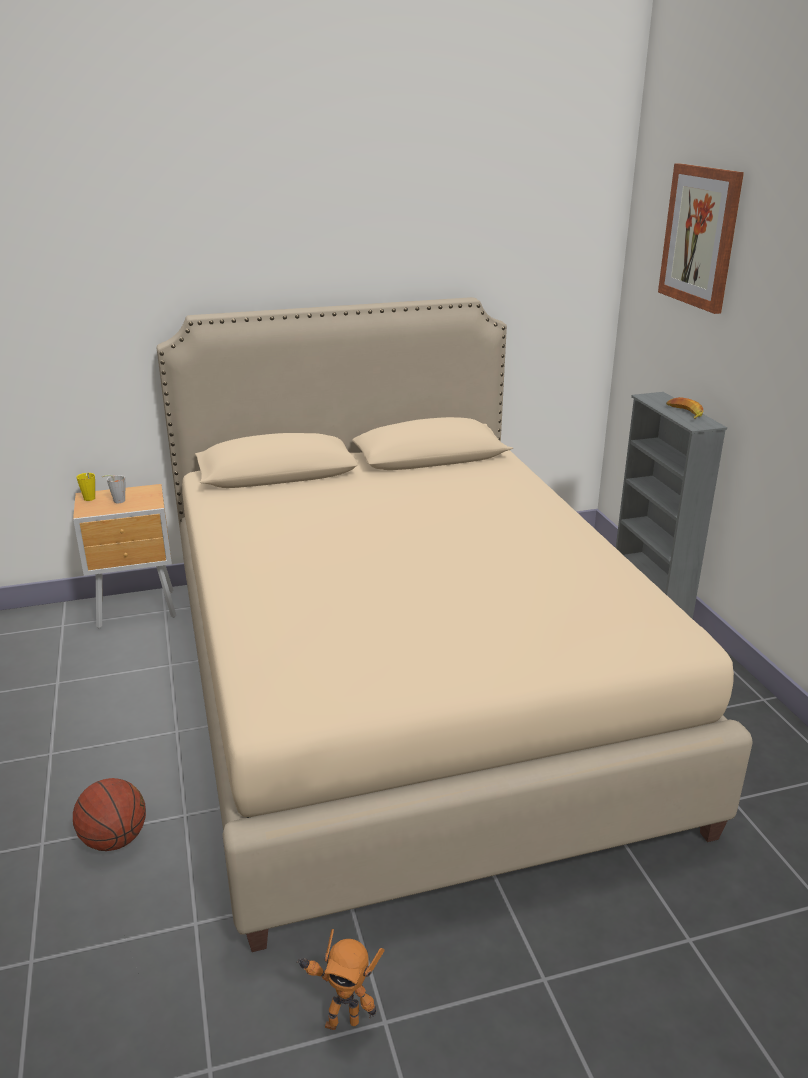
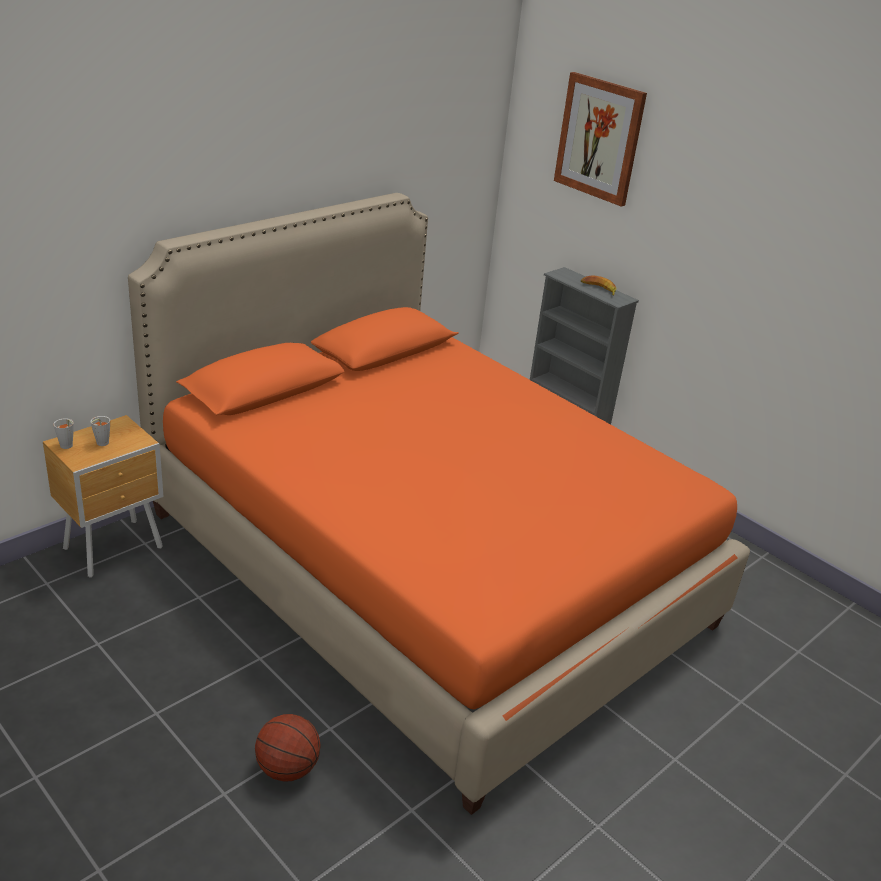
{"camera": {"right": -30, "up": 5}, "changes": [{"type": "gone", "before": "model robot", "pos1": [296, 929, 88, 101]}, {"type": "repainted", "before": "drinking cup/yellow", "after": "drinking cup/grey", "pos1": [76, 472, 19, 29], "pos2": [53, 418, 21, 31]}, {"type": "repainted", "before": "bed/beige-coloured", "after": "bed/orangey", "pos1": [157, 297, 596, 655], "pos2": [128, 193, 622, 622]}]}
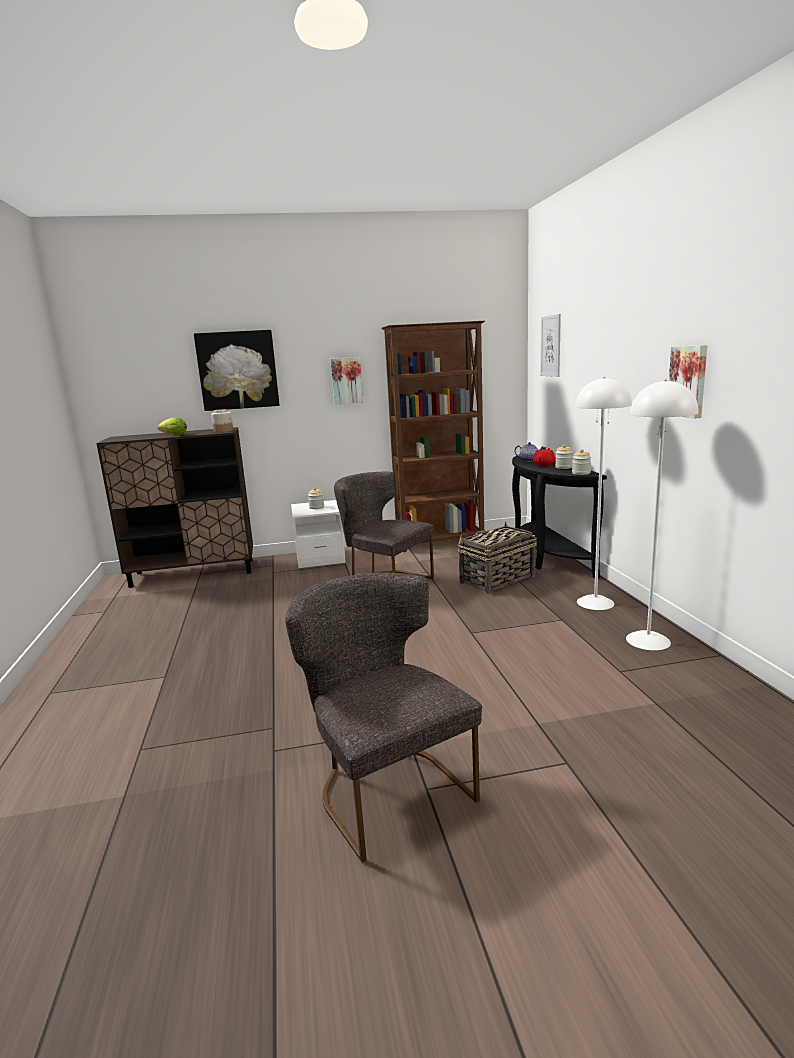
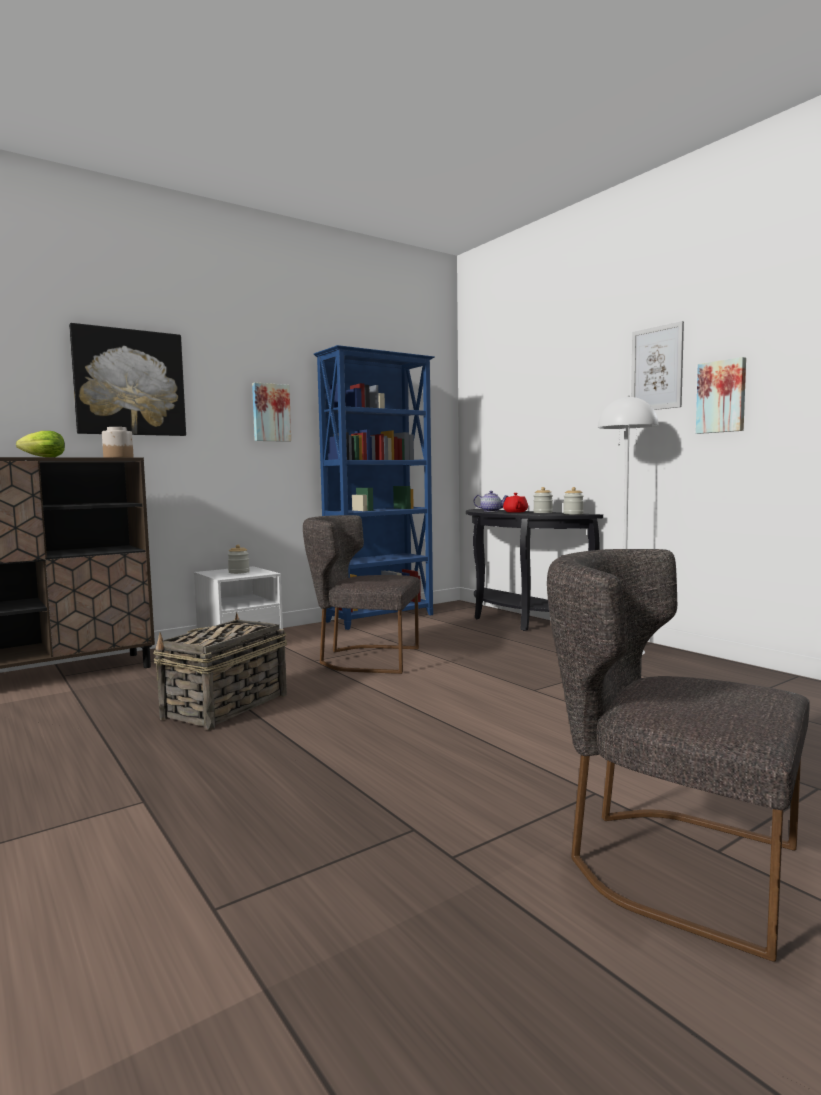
{"camera": {"right": -25, "up": -10}, "changes": [{"type": "gone", "before": "floor lamp/whitish", "pos1": [626, 379, 73, 271]}, {"type": "shifted", "before": "storage basket", "pos1": [457, 521, 80, 73], "pos2": [153, 612, 134, 118]}, {"type": "shifted", "before": "picture", "pos1": [540, 314, 21, 63], "pos2": [631, 321, 53, 89]}, {"type": "repainted", "before": "bookshelf/brownish", "after": "bookshelf/blue-coloured", "pos1": [381, 321, 104, 231], "pos2": [314, 345, 120, 285]}]}
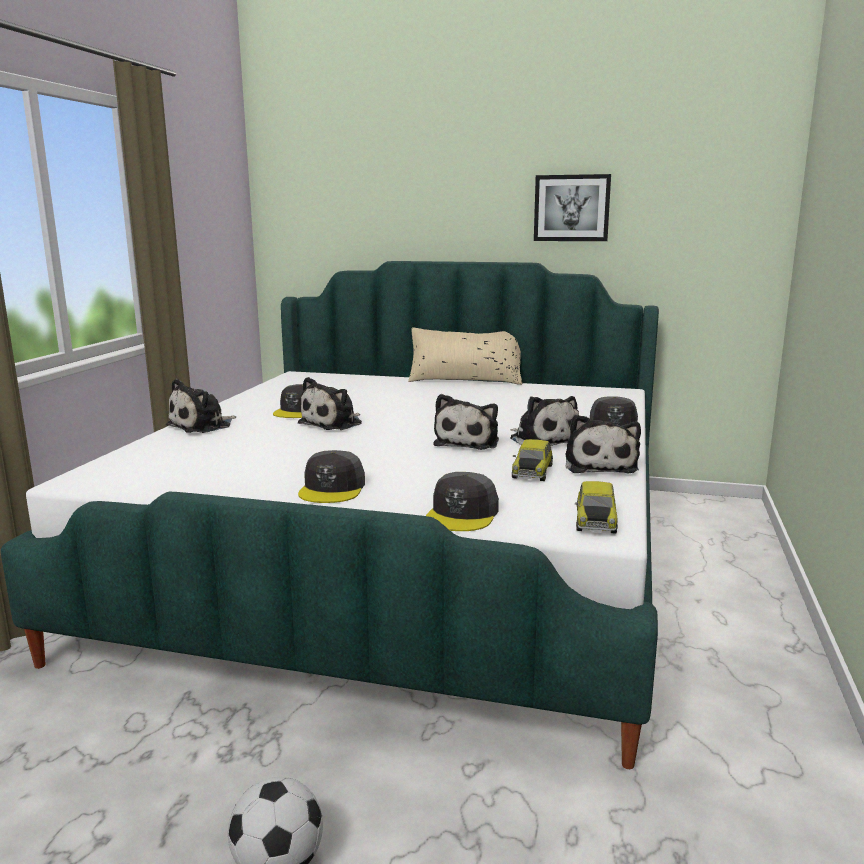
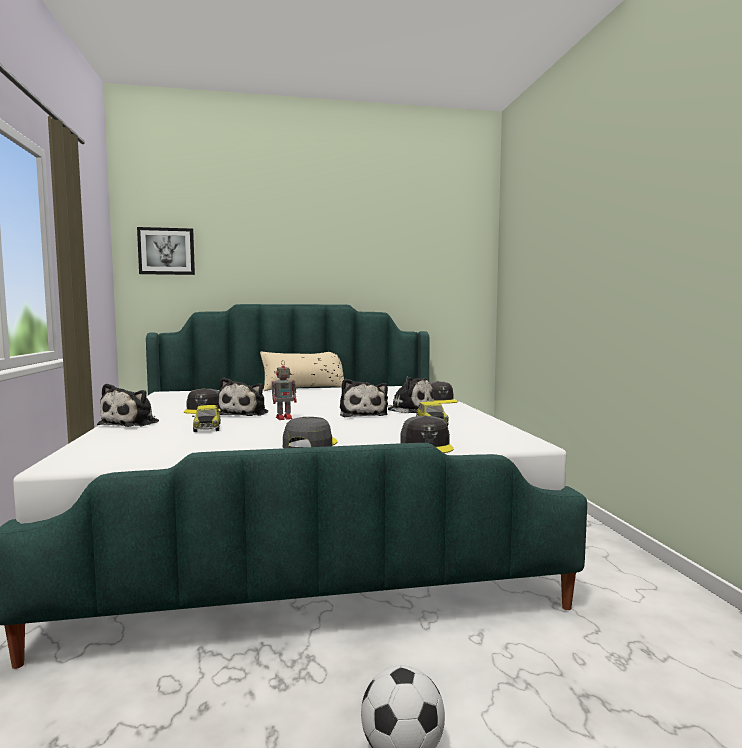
{"camera": {"right": -25, "up": -10}, "changes": [{"type": "gone", "before": "cuddly toy", "pos1": [565, 414, 76, 59]}, {"type": "new", "after": "model robot", "pos2": [272, 360, 24, 60]}, {"type": "shifted", "before": "picture", "pos1": [534, 174, 77, 67], "pos2": [137, 227, 58, 48]}, {"type": "shifted", "before": "toy car", "pos1": [575, 481, 43, 53], "pos2": [192, 405, 29, 27]}, {"type": "rotated", "before": "baseball cap/grey", "pos1": [298, 450, 67, 53], "pos2": [283, 417, 54, 31], "turn": -150}]}
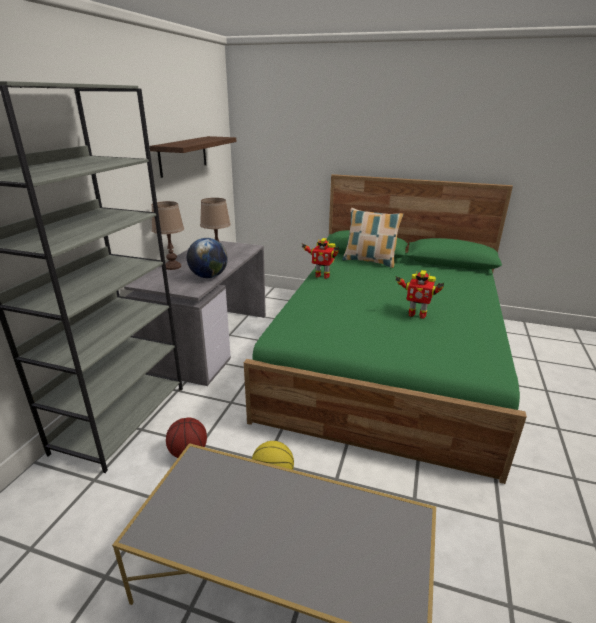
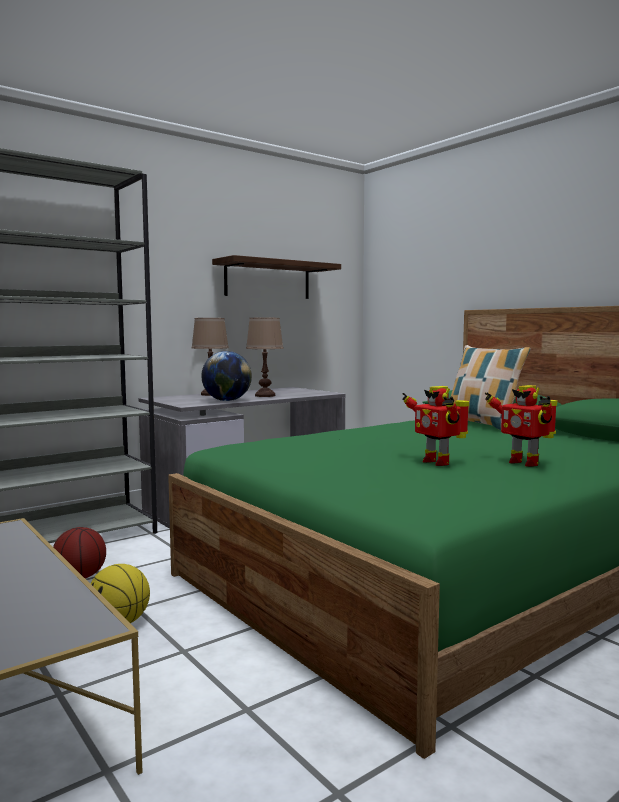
{"camera": {"right": 35, "up": -20}, "changes": [{"type": "shifted", "before": "model robot", "pos1": [302, 238, 37, 41], "pos2": [484, 385, 74, 82]}]}
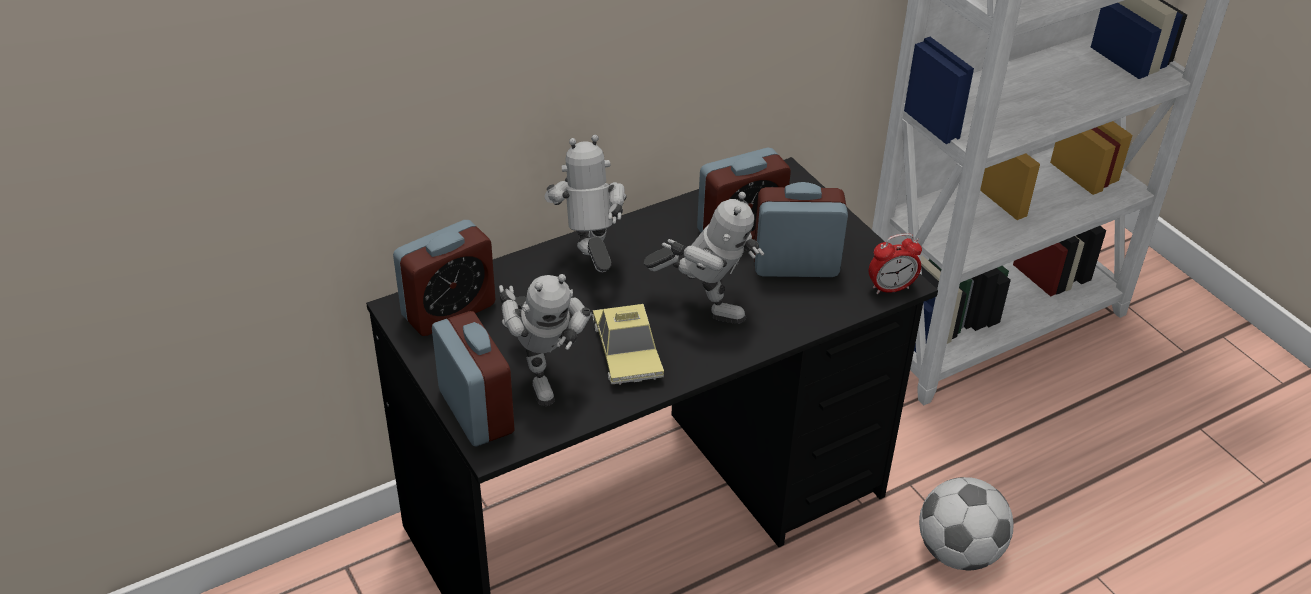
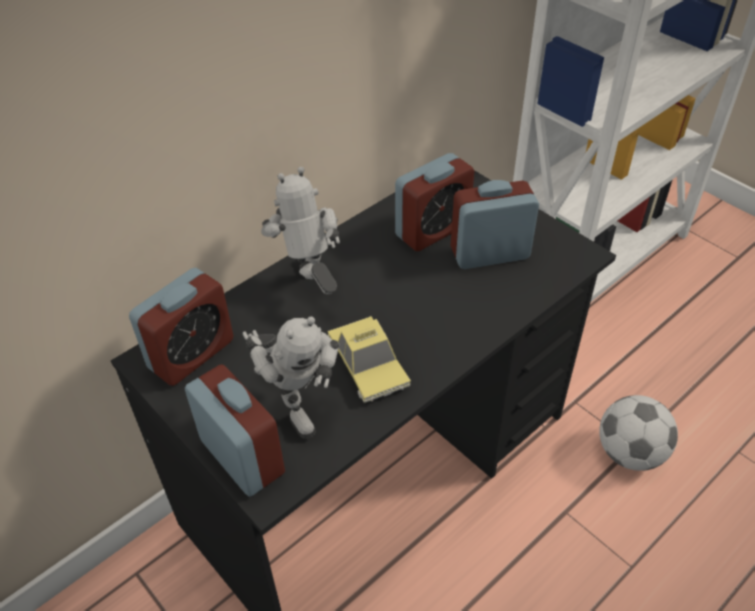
{"camera": {"right": -10, "up": 5}, "changes": [{"type": "gone", "before": "model robot", "pos1": [644, 192, 120, 132]}, {"type": "gone", "before": "alarm clock", "pos1": [869, 233, 53, 61]}]}
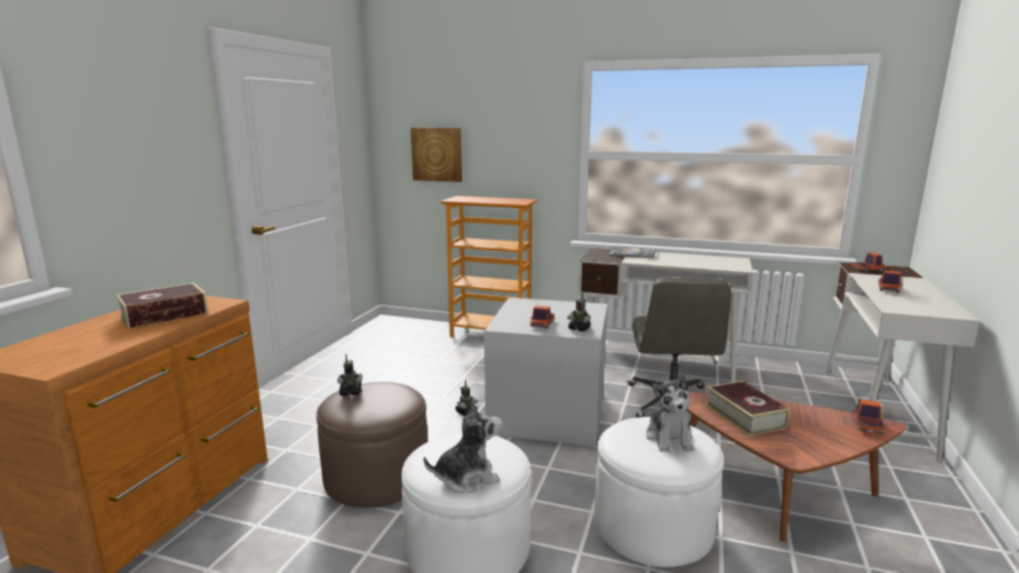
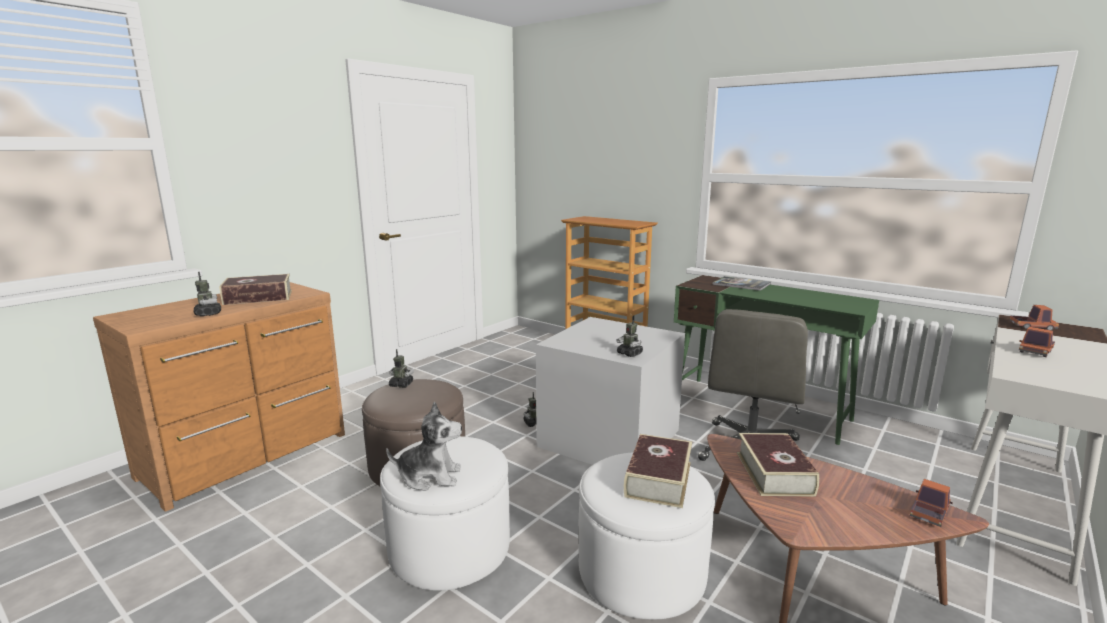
{"camera": {"right": 20, "up": 0}, "changes": [{"type": "gone", "before": "picture", "pos1": [411, 128, 51, 54]}, {"type": "gone", "before": "toy truck", "pos1": [530, 305, 25, 23]}, {"type": "new", "after": "model robot", "pos2": [193, 272, 28, 44]}, {"type": "swapped", "before": "cuddly toy", "after": "bound book", "pos1": [646, 374, 48, 78], "pos2": [624, 434, 68, 74]}, {"type": "repainted", "before": "desk/whitish", "after": "desk/green-coloured", "pos1": [578, 247, 175, 135], "pos2": [674, 275, 205, 170]}]}
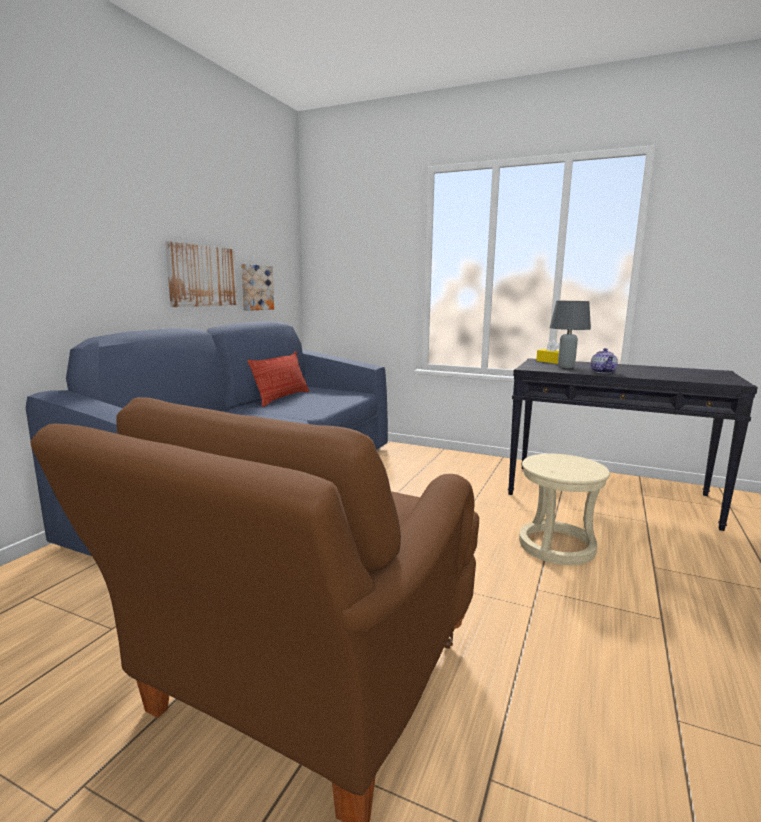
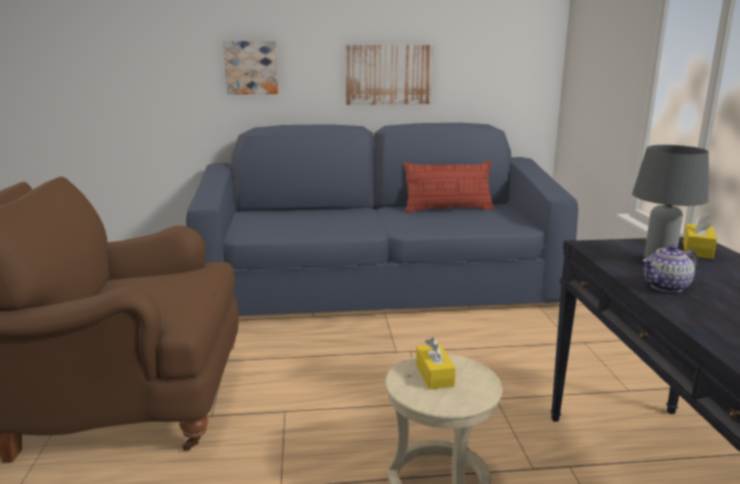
{"camera": {"right": 60, "up": 5}, "changes": [{"type": "new", "after": "tissue holder/yellow", "pos2": [416, 338, 40, 51]}, {"type": "shifted", "before": "picture", "pos1": [241, 264, 33, 47], "pos2": [223, 41, 55, 53]}]}
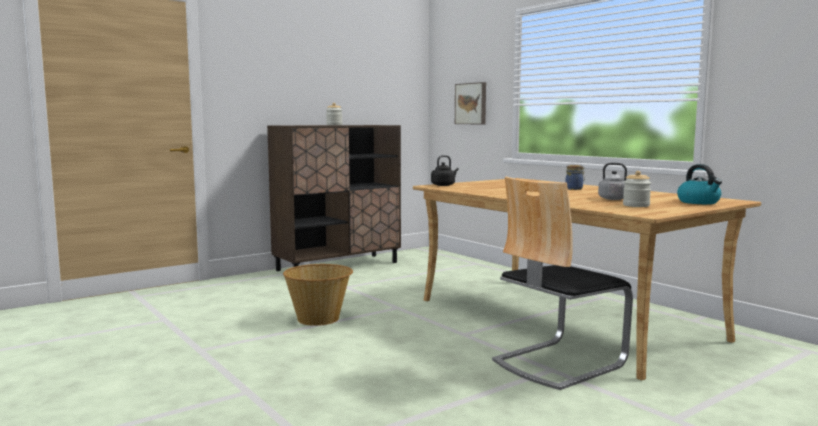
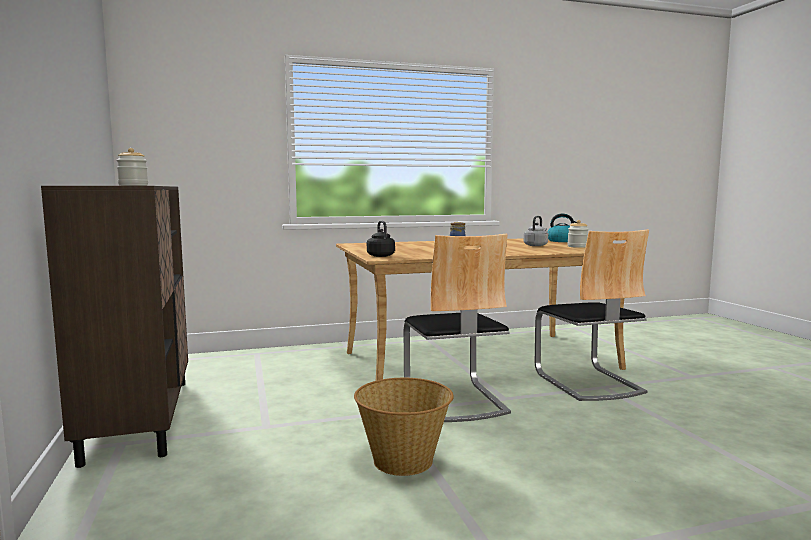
{"camera": {"right": -70, "up": 0}, "changes": [{"type": "gone", "before": "picture", "pos1": [455, 82, 31, 42]}, {"type": "new", "after": "plain chair", "pos2": [404, 233, 107, 189]}]}
